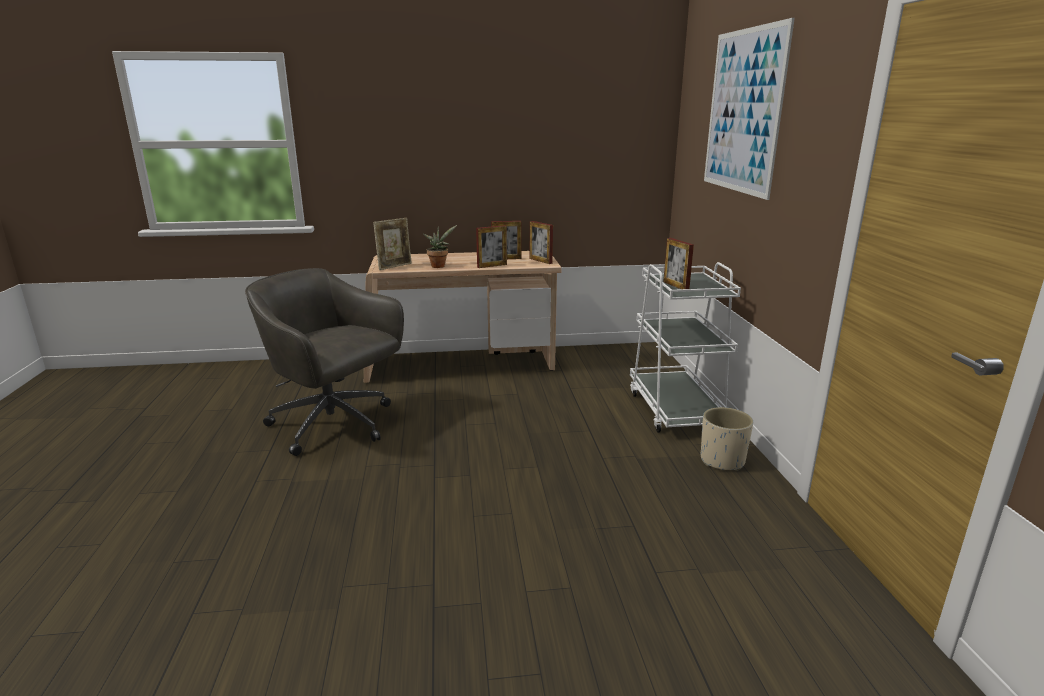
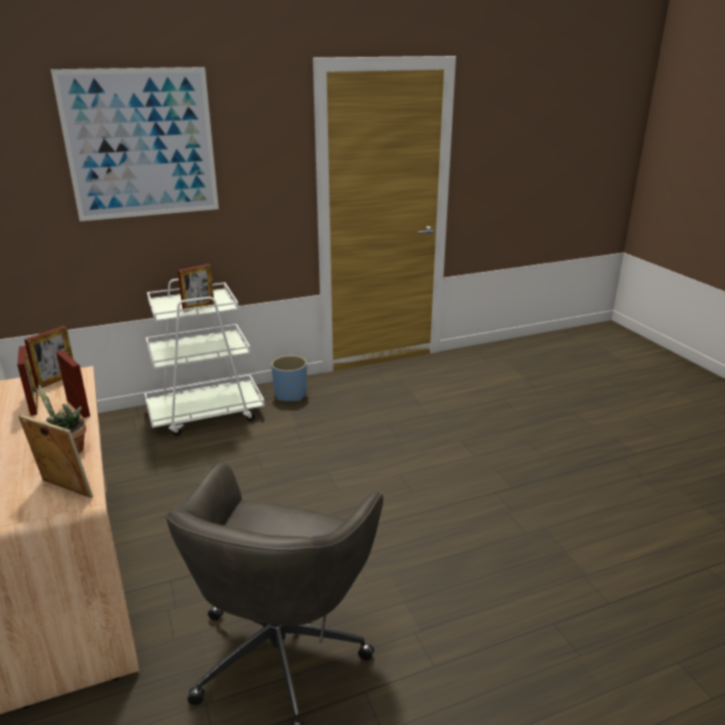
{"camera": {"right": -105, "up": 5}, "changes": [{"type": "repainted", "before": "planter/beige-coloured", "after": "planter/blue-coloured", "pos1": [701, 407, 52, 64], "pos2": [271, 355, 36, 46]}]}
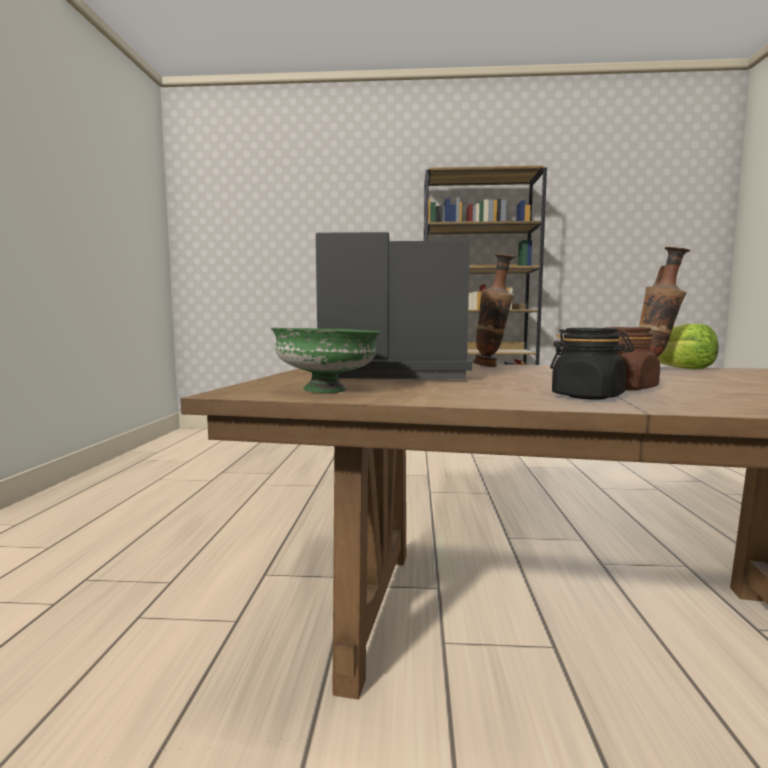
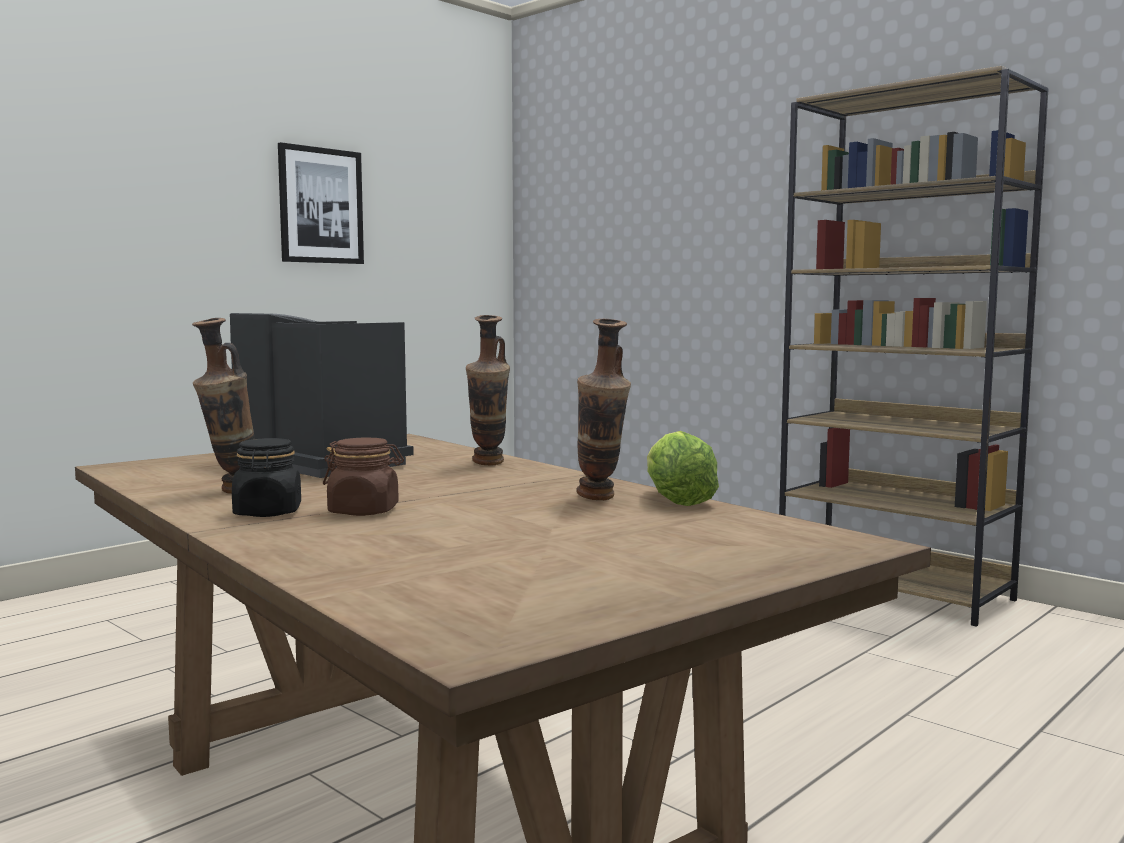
{"camera": {"right": 40, "up": 0}, "changes": [{"type": "gone", "before": "deep dish/green-coloured", "pos1": [271, 328, 110, 65]}, {"type": "new", "after": "decorative vase", "pos2": [192, 318, 63, 176]}, {"type": "new", "after": "picture", "pos2": [278, 142, 86, 122]}]}
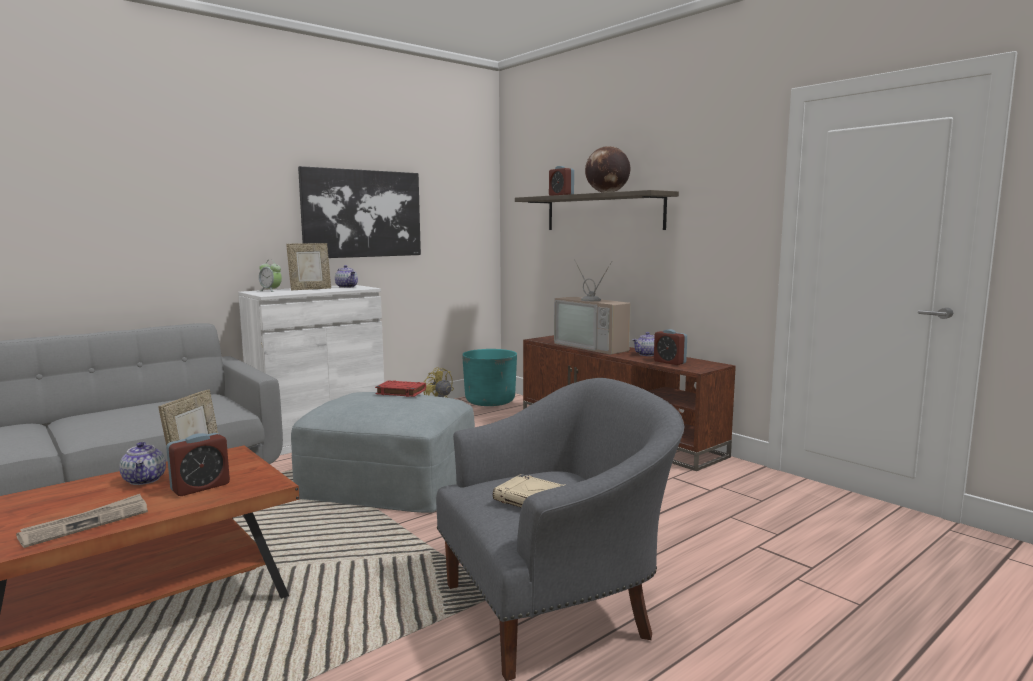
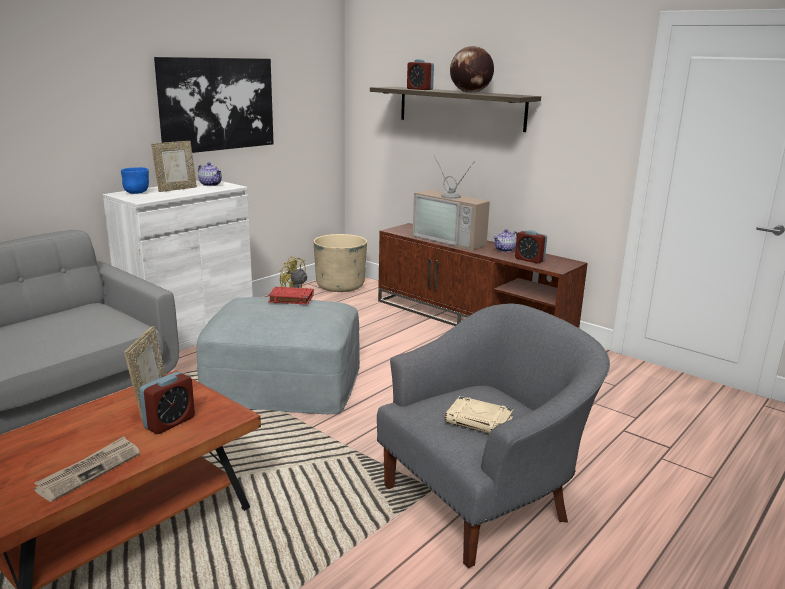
{"camera": {"right": -10, "up": 10}, "changes": [{"type": "gone", "before": "tea pot", "pos1": [119, 442, 47, 43]}, {"type": "swapped", "before": "alarm clock", "after": "deep dish/blue-coloured", "pos1": [259, 261, 23, 31], "pos2": [121, 167, 28, 27]}, {"type": "repainted", "before": "planter/blue-green", "after": "planter/beige-coloured", "pos1": [462, 349, 55, 57], "pos2": [314, 234, 53, 58]}]}
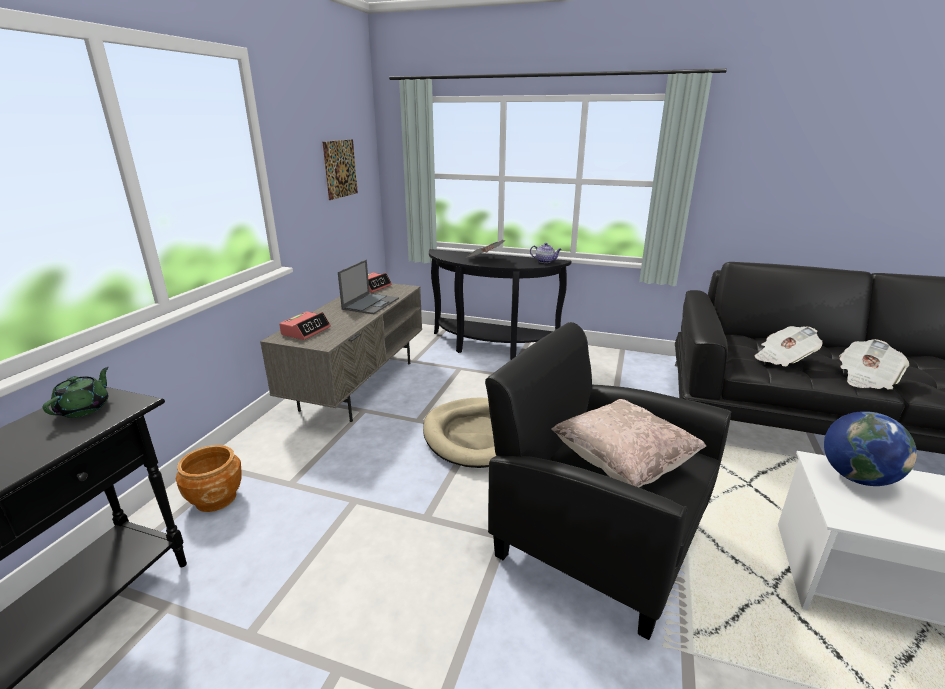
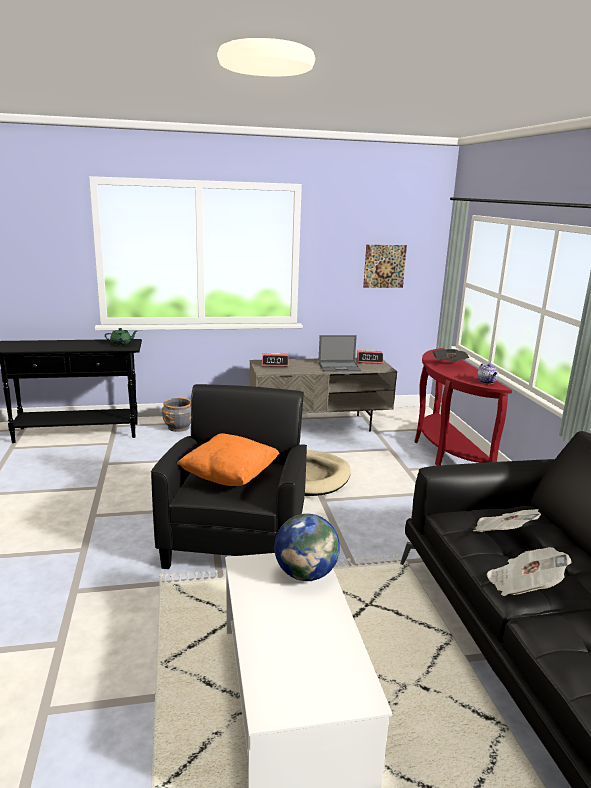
{"camera": {"right": 60, "up": -5}, "changes": [{"type": "repainted", "before": "planter/brownish", "after": "planter/grey", "pos1": [176, 445, 66, 67], "pos2": [162, 398, 29, 34]}, {"type": "repainted", "before": "hall table/blackish", "after": "hall table/red-coloured", "pos1": [429, 249, 142, 111], "pos2": [415, 348, 97, 118]}, {"type": "repainted", "before": "pillow/beige-coloured", "after": "pillow/orangey", "pos1": [551, 399, 155, 88], "pos2": [177, 433, 102, 53]}]}
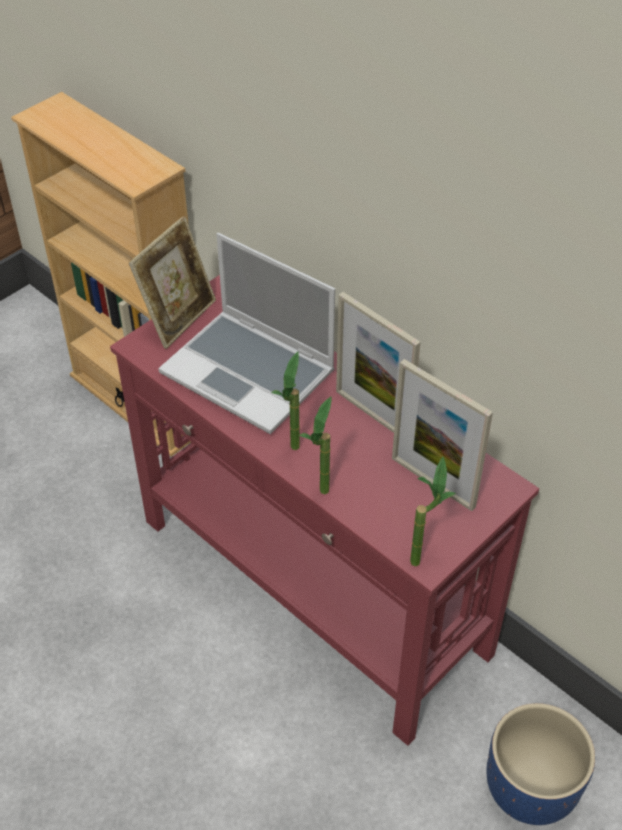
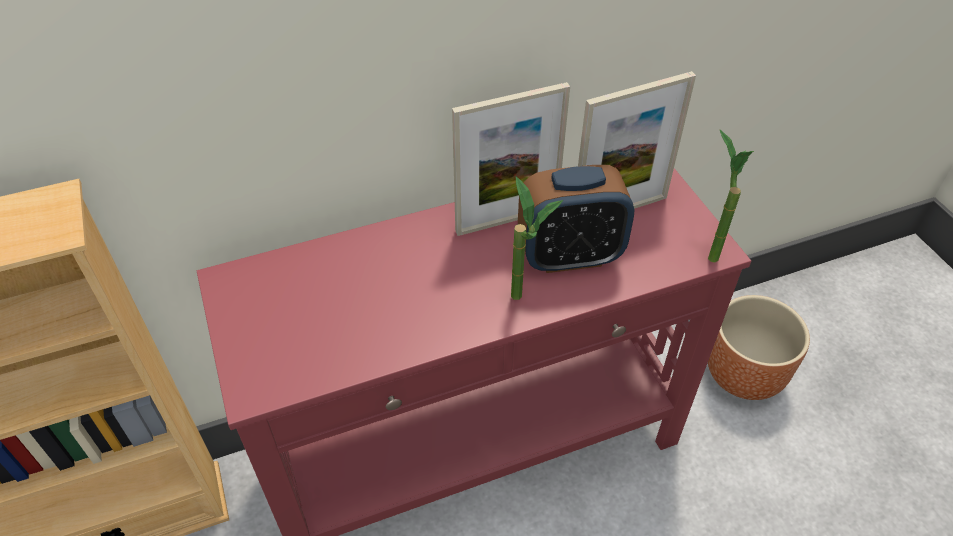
{"camera": {"right": -65, "up": 0}, "changes": [{"type": "gone", "before": "photo frame", "pos1": [129, 216, 87, 133]}, {"type": "gone", "before": "notebook computer", "pos1": [158, 233, 177, 201]}, {"type": "gone", "before": "potted plant", "pos1": [299, 397, 32, 97]}, {"type": "new", "after": "alarm clock", "pos2": [518, 165, 116, 108]}, {"type": "repainted", "before": "planter/blue-coloured", "after": "planter/brownish", "pos1": [487, 703, 108, 122], "pos2": [708, 295, 102, 105]}]}
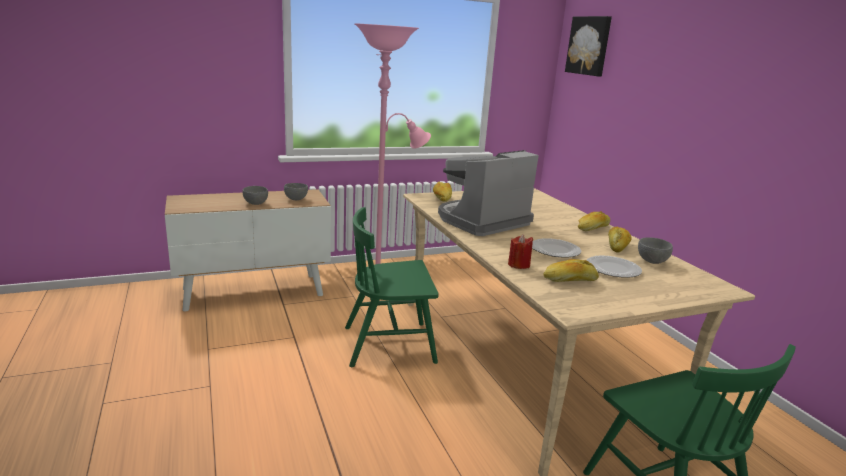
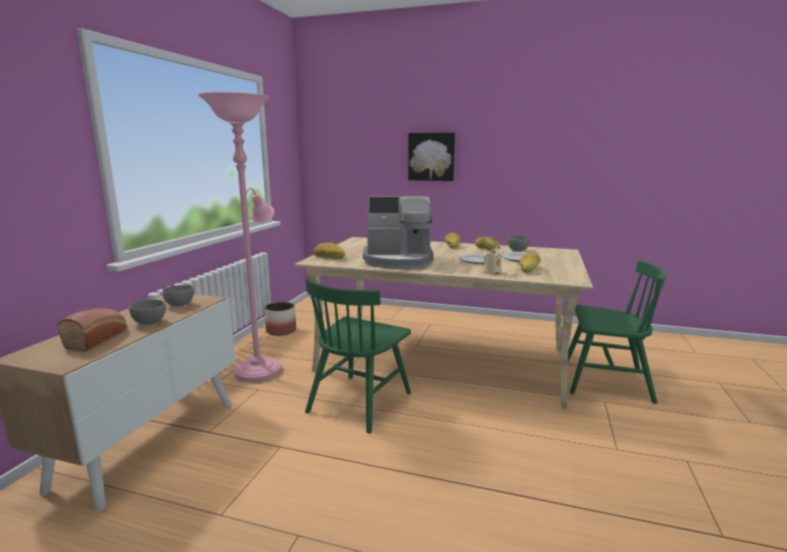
{"camera": {"right": -50, "up": -5}, "changes": [{"type": "new", "after": "bakery bread", "pos2": [57, 308, 71, 43]}, {"type": "new", "after": "planter", "pos2": [265, 302, 31, 34]}, {"type": "shifted", "before": "picture", "pos1": [565, 16, 47, 60], "pos2": [408, 133, 47, 48]}, {"type": "repainted", "before": "wax light/red-coloured", "after": "wax light/beige-coloured", "pos1": [508, 234, 25, 35], "pos2": [483, 248, 19, 27]}, {"type": "rotated", "before": "coffee maker", "pos1": [438, 150, 101, 86], "pos2": [363, 196, 70, 73], "turn": -90}]}
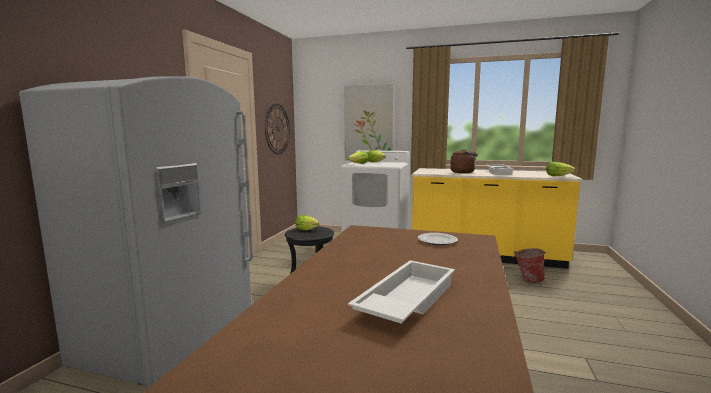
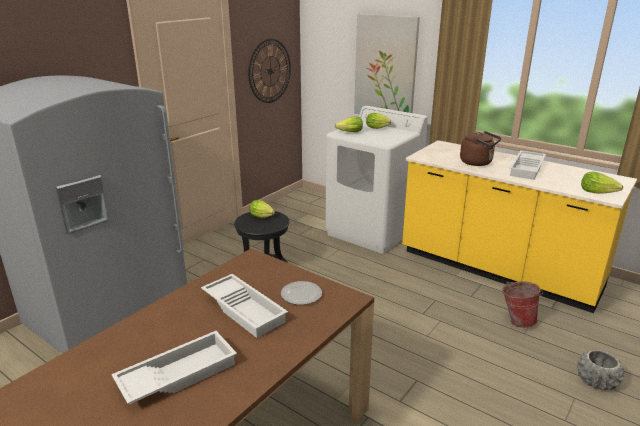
{"camera": {"right": 20, "up": 15}, "changes": [{"type": "new", "after": "carrying tray/whitish", "pos2": [201, 274, 87, 64]}, {"type": "new", "after": "planter/grey", "pos2": [577, 350, 47, 40]}]}
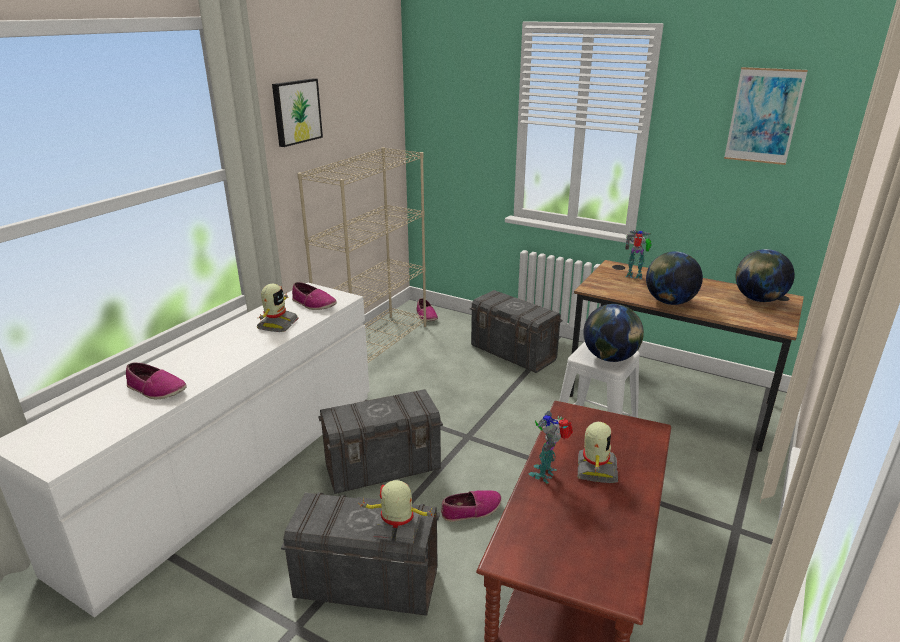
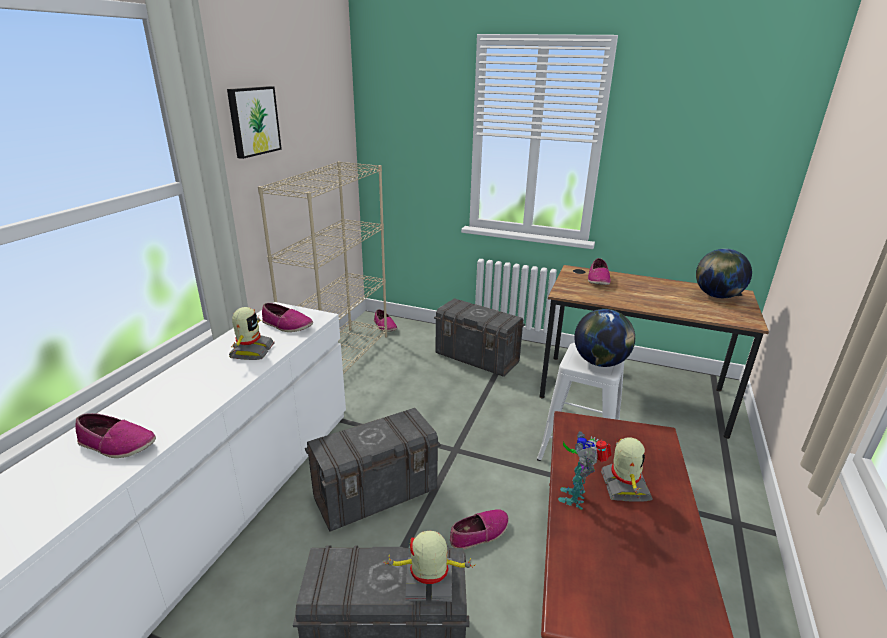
{"camera": {"right": -10, "up": 0}, "changes": [{"type": "gone", "before": "desk globe", "pos1": [646, 251, 57, 54]}, {"type": "gone", "before": "picture", "pos1": [724, 67, 84, 98]}, {"type": "swapped", "before": "model robot", "after": "shoe", "pos1": [625, 230, 27, 49], "pos2": [588, 258, 23, 27]}]}
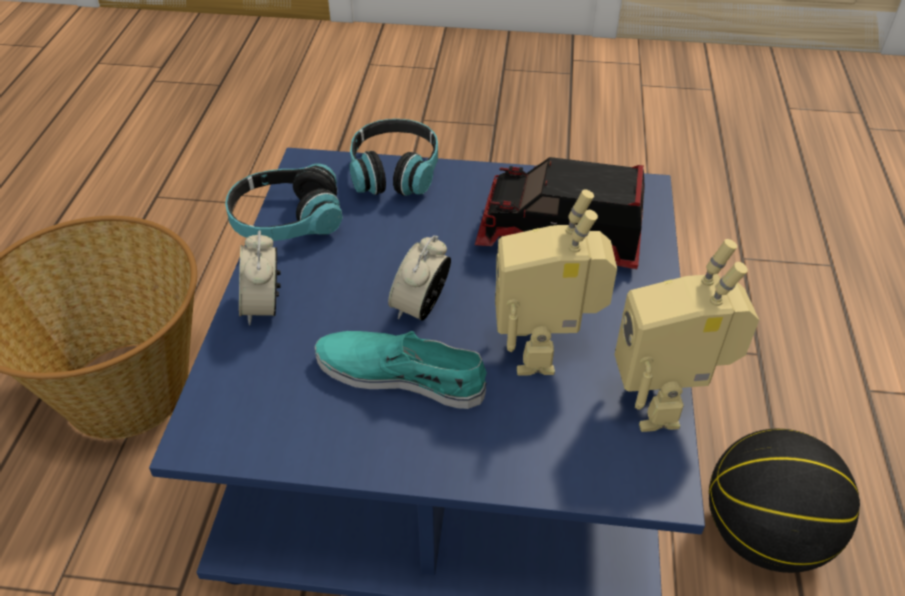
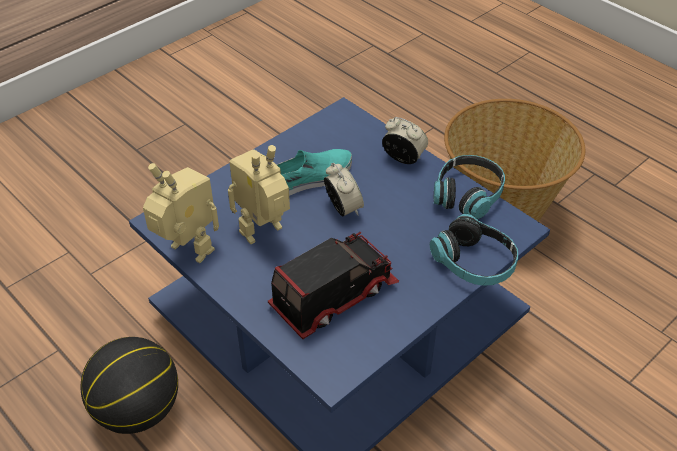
{"camera": {"right": 130, "up": 0}, "changes": [{"type": "rotated", "before": "model robot", "pos1": [495, 189, 122, 187], "pos2": [228, 145, 62, 99], "turn": -75}]}
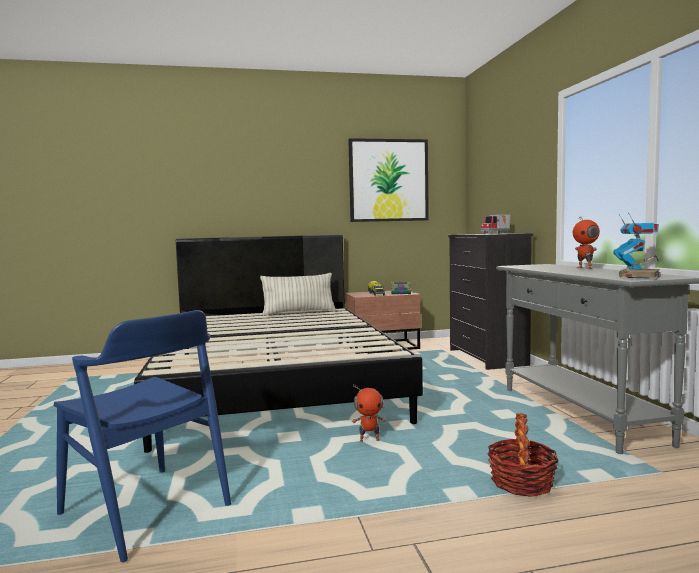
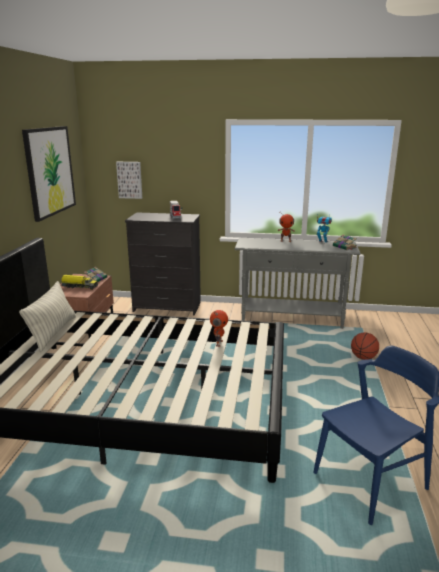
{"camera": {"right": -70, "up": 15}, "changes": [{"type": "new", "after": "picture", "pos2": [116, 162, 26, 37]}, {"type": "shifted", "before": "model robot", "pos1": [352, 385, 34, 57], "pos2": [210, 310, 18, 37]}, {"type": "swapped", "before": "storage basket", "after": "ball for basketball", "pos1": [487, 413, 71, 84], "pos2": [351, 332, 28, 28]}]}
